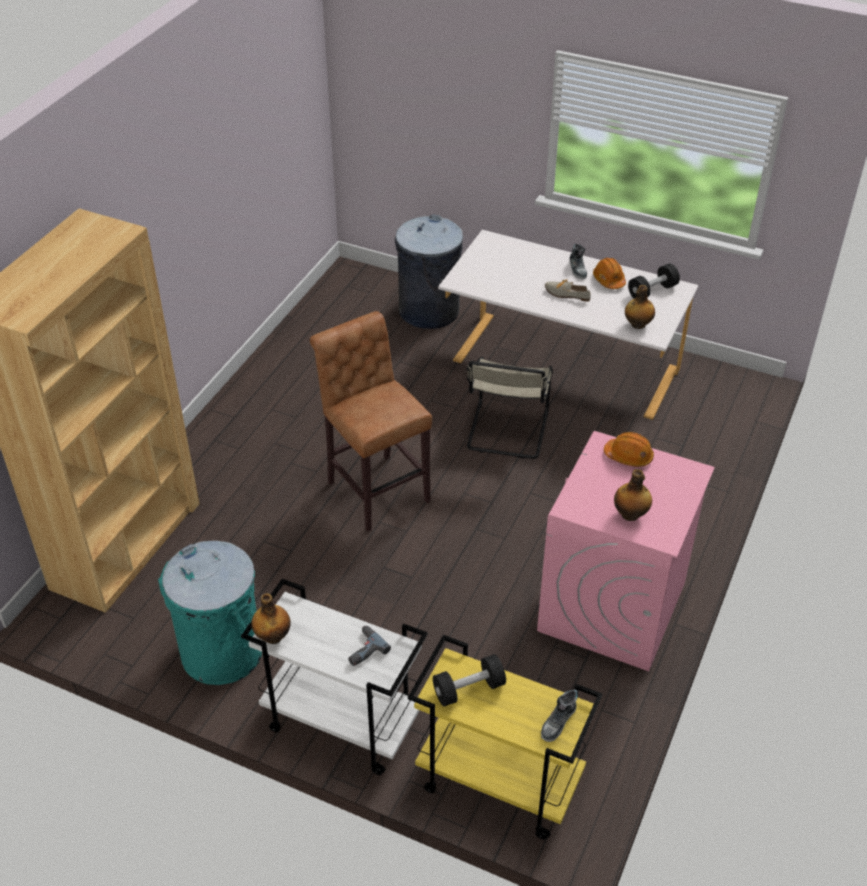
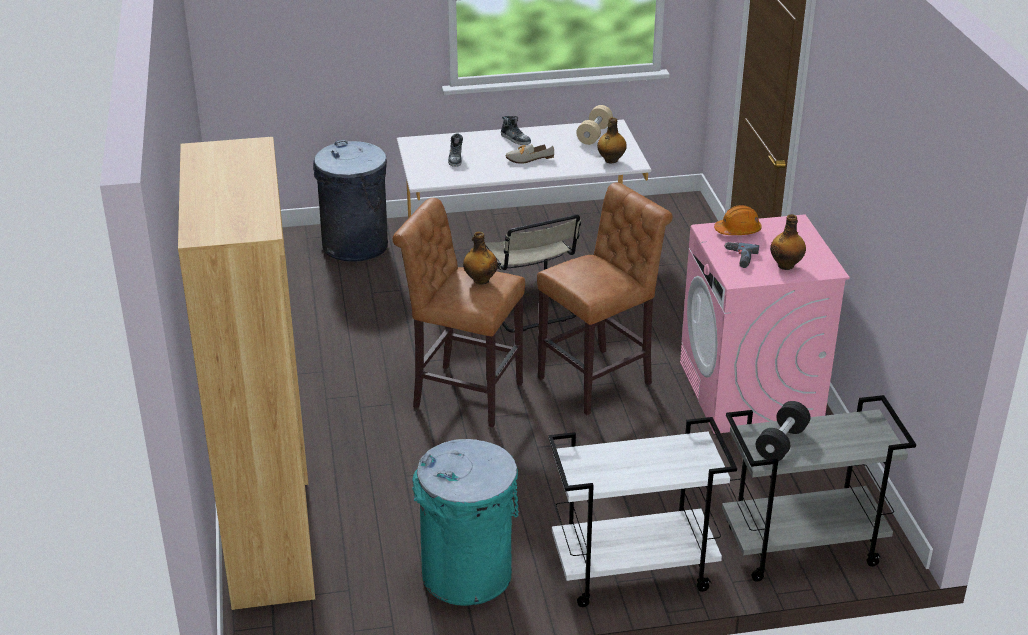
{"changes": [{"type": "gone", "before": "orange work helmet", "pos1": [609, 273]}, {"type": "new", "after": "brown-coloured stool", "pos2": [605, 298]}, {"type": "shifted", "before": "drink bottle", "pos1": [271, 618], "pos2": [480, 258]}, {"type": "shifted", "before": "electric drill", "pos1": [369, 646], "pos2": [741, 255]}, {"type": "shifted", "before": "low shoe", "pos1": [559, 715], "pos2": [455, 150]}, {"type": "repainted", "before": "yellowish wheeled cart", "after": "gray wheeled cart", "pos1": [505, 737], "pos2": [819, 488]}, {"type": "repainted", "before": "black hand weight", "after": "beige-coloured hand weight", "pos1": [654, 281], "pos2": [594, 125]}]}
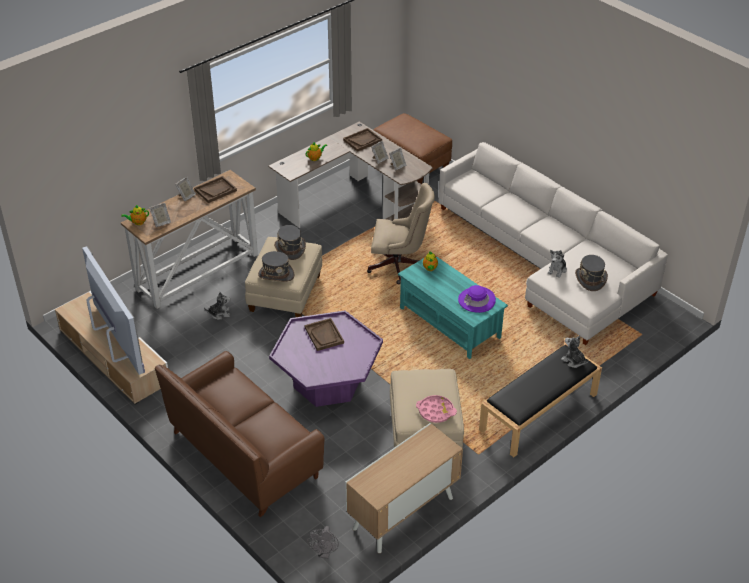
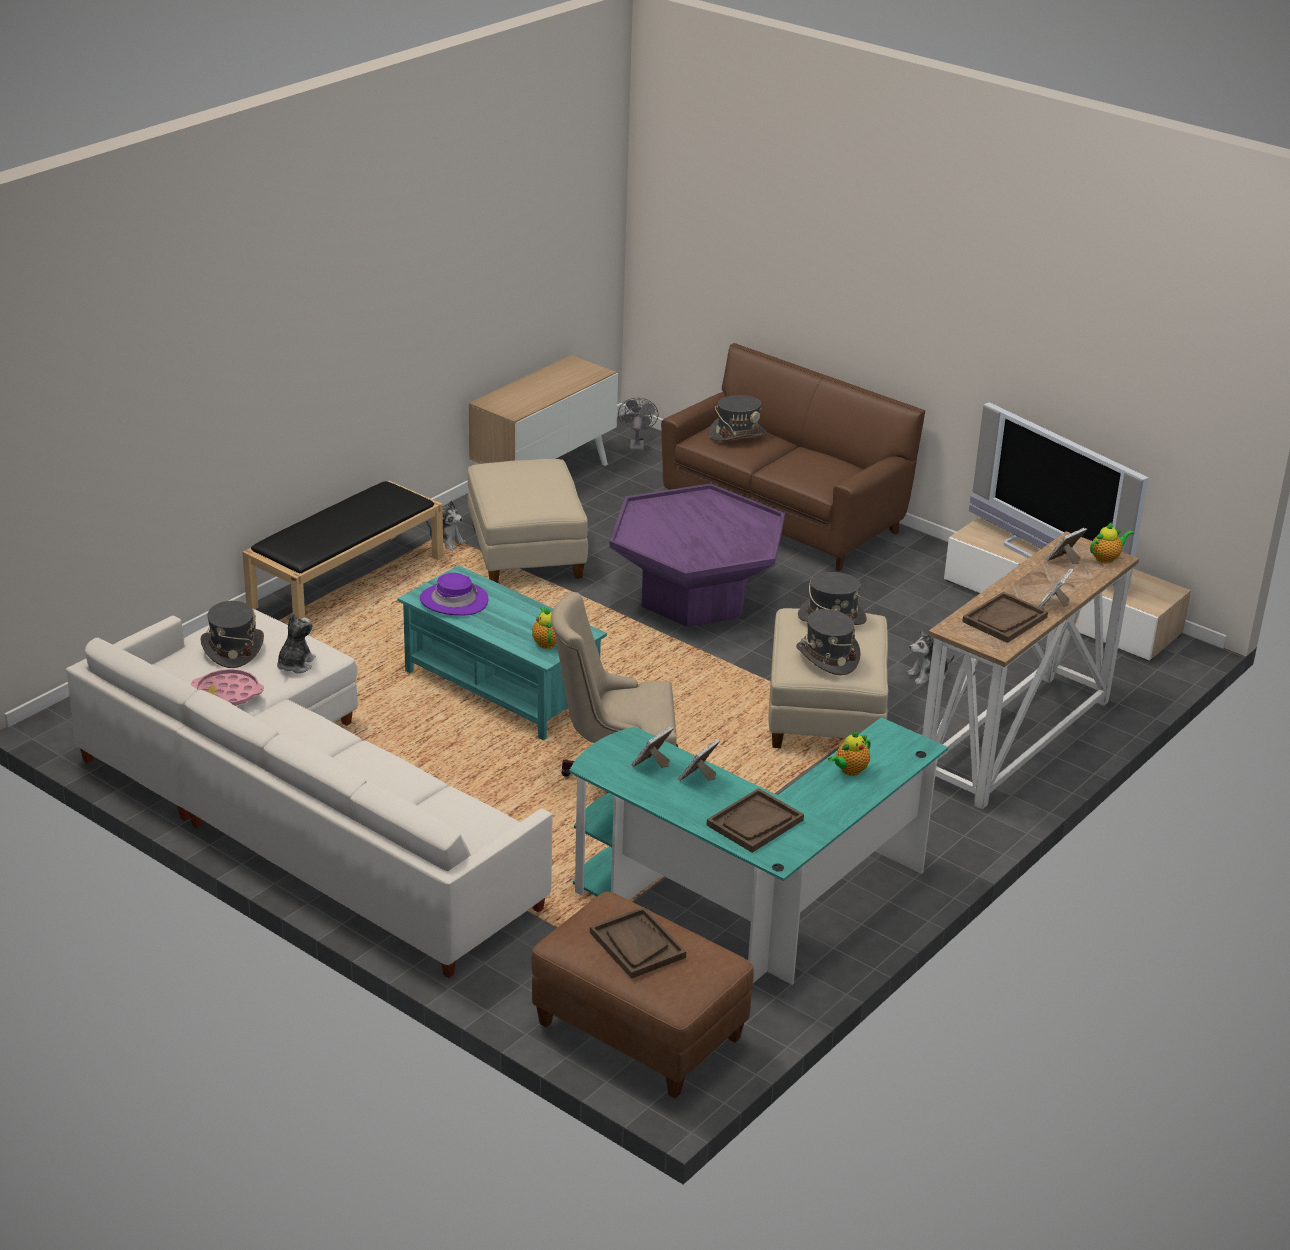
{"changes": [{"type": "new", "after": "gray wearable hat", "pos2": [737, 418]}, {"type": "shifted", "before": "brown-coloured tray", "pos1": [324, 334], "pos2": [638, 943]}, {"type": "shifted", "before": "pink-coloured tray", "pos1": [436, 409], "pos2": [227, 687]}, {"type": "shifted", "before": "cuddly toy", "pos1": [575, 351], "pos2": [446, 526]}, {"type": "repainted", "before": "brown-coloured desk", "after": "turquoise-coloured desk", "pos1": [351, 175], "pos2": [758, 851]}]}
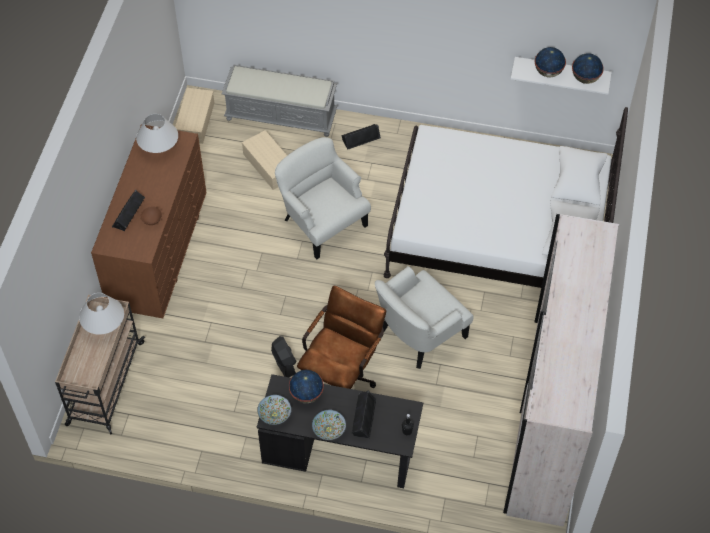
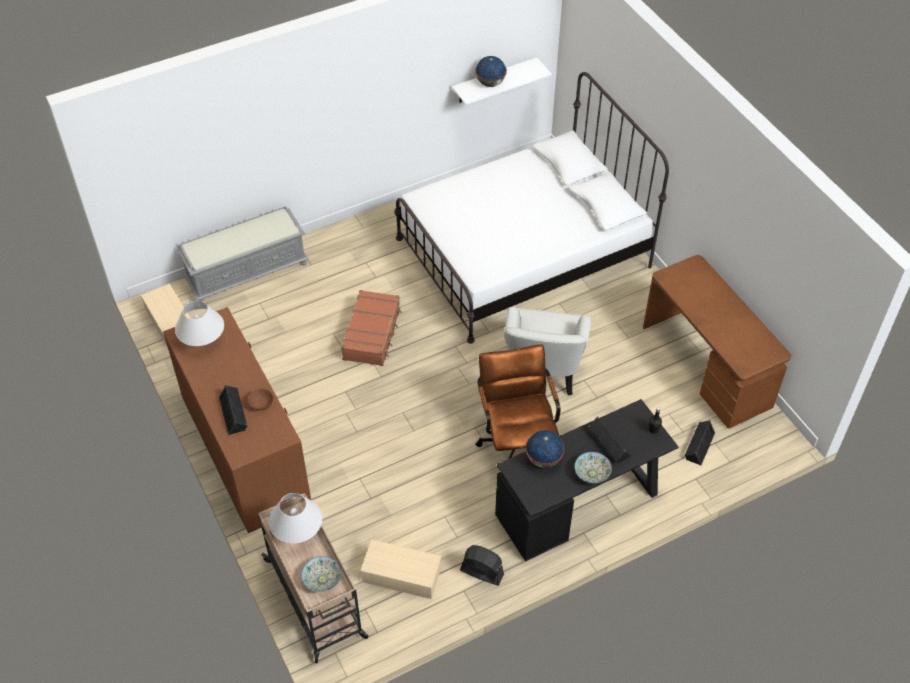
{"changes": [{"type": "gone", "before": "globe", "pos1": [588, 68]}, {"type": "shifted", "before": "beige-coloured storage box", "pos1": [264, 160], "pos2": [400, 569]}, {"type": "shifted", "before": "deep dish", "pos1": [274, 410], "pos2": [321, 574]}, {"type": "shifted", "before": "black fan", "pos1": [283, 356], "pos2": [482, 565]}, {"type": "shifted", "before": "black loudspeaker", "pos1": [361, 137], "pos2": [700, 443]}, {"type": "swapped", "before": "whitish armchair", "after": "brown-coloured piece of luggage", "pos1": [323, 198], "pos2": [371, 328]}, {"type": "swapped", "before": "whitish armoire", "after": "brown-coloured desk", "pos1": [561, 370], "pos2": [717, 342]}]}
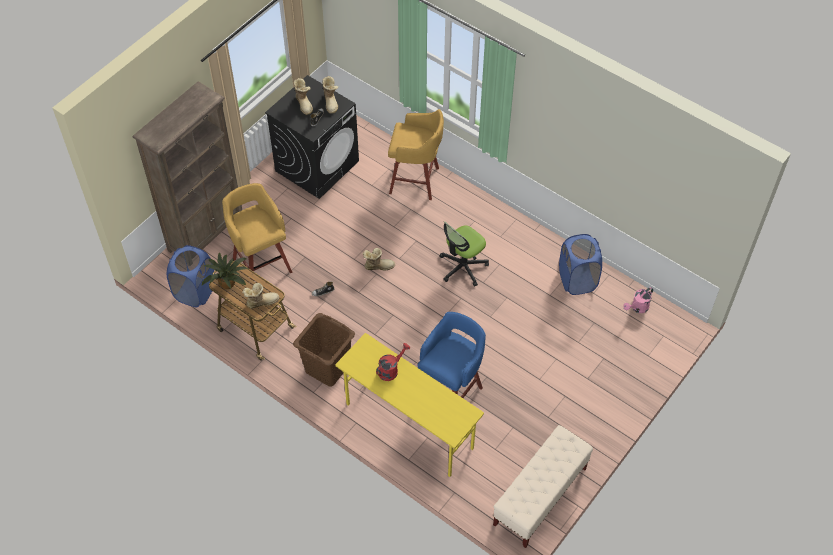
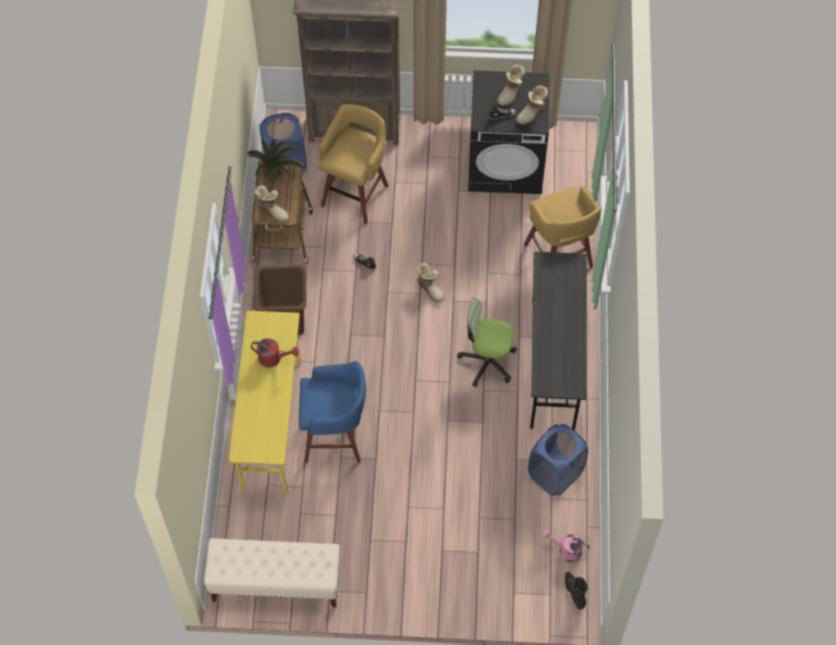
{"changes": [{"type": "new", "after": "gray desk", "pos2": [558, 341]}, {"type": "new", "after": "black boot", "pos2": [576, 590]}]}
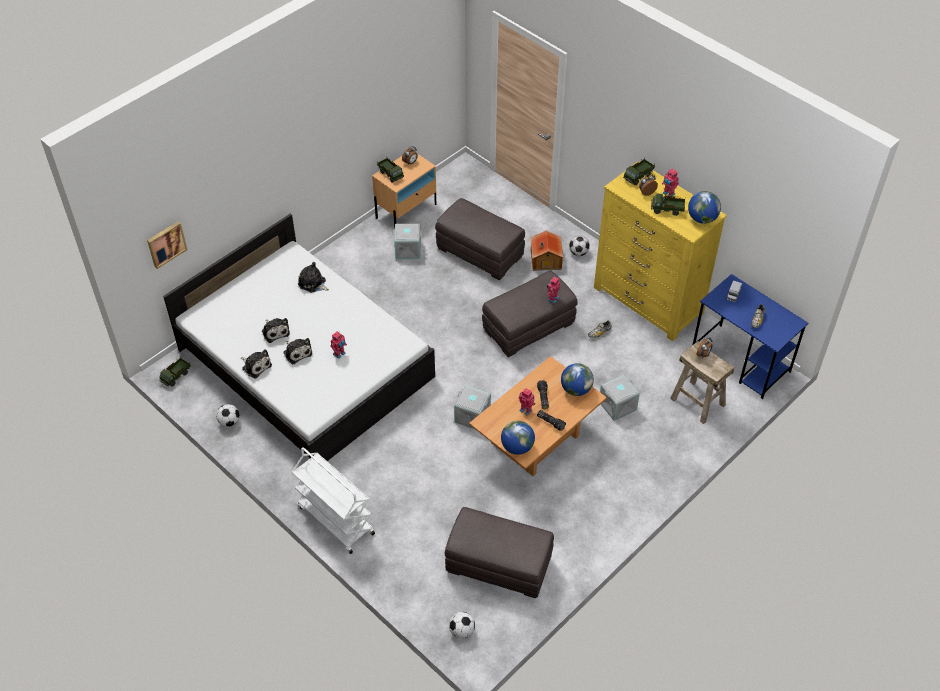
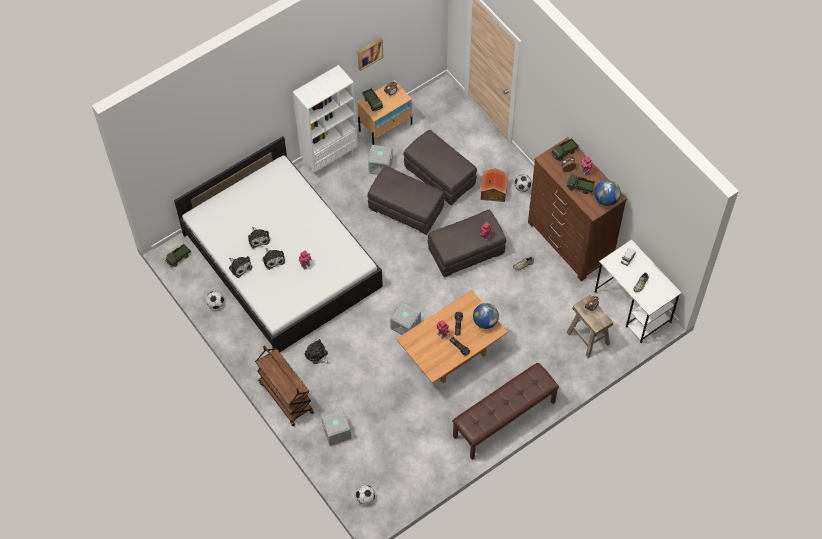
{"changes": [{"type": "gone", "before": "globe", "pos1": [518, 438]}, {"type": "new", "after": "whitish bookcase", "pos2": [325, 120]}, {"type": "new", "after": "brown-coloured long seat", "pos2": [505, 411]}, {"type": "shifted", "before": "picture", "pos1": [167, 245], "pos2": [370, 54]}, {"type": "shifted", "before": "cuddly toy", "pos1": [313, 277], "pos2": [317, 351]}, {"type": "shifted", "before": "gray footrest", "pos1": [499, 552], "pos2": [405, 200]}, {"type": "shifted", "before": "gray storage box", "pos1": [620, 398], "pos2": [336, 428]}, {"type": "repainted", "before": "whitish wheeled cart", "after": "brown-coloured wheeled cart", "pos1": [333, 500], "pos2": [284, 386]}, {"type": "repainted", "before": "yellowish chest of drawers", "after": "brown-coloured chest of drawers", "pos1": [660, 252], "pos2": [577, 209]}, {"type": "repainted", "before": "blue-coloured desk", "after": "whitish desk", "pos1": [750, 336], "pos2": [638, 291]}]}
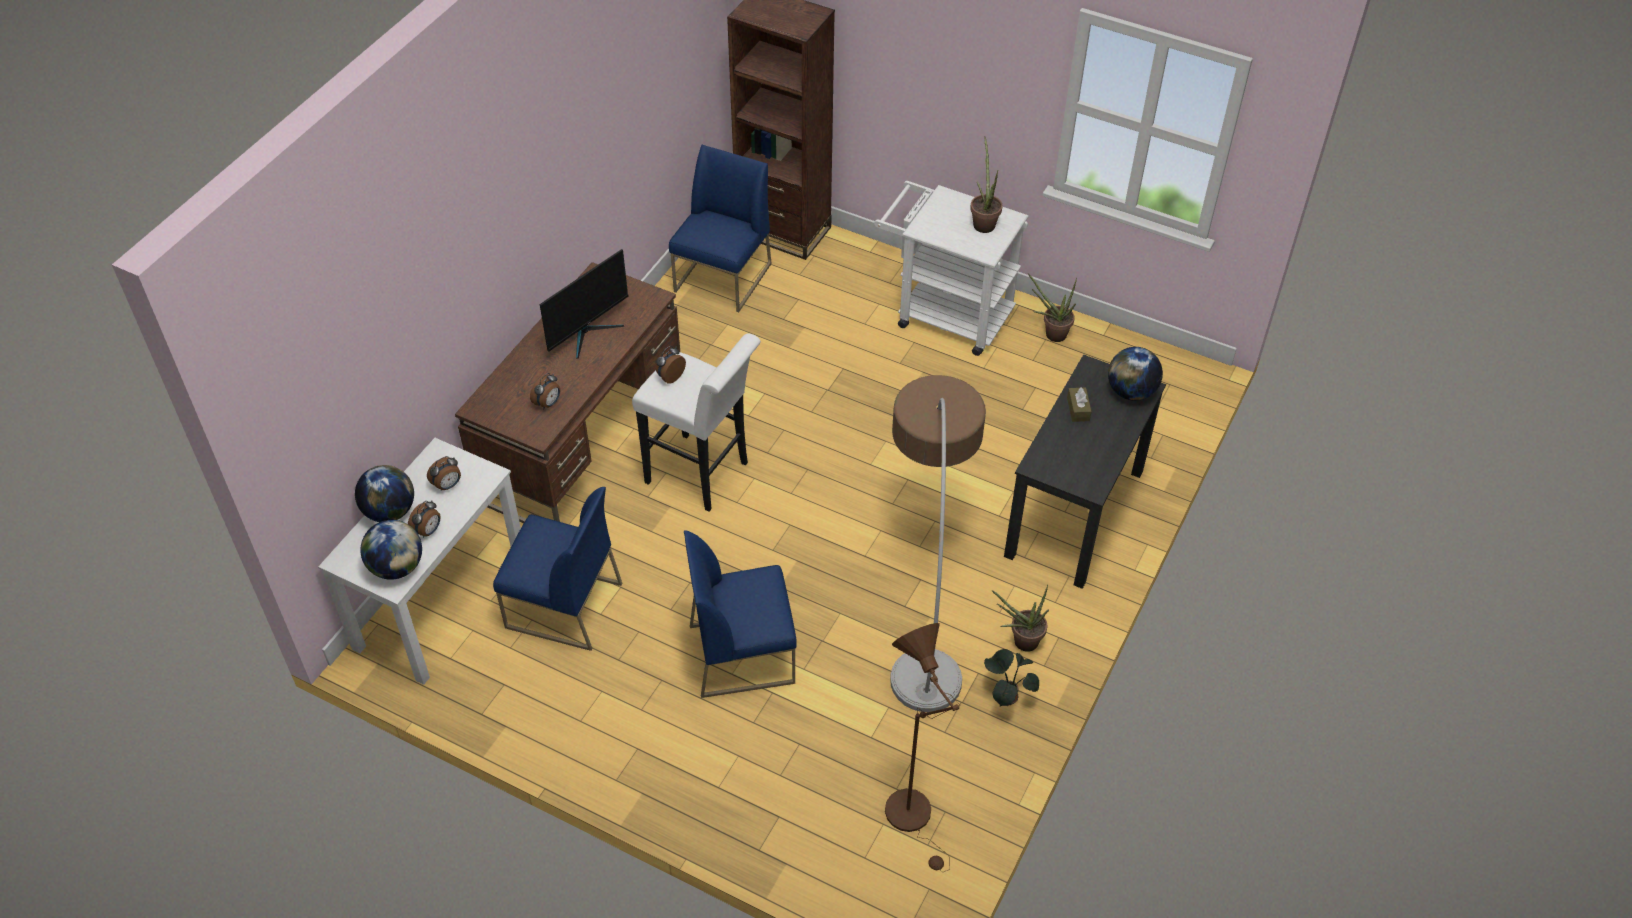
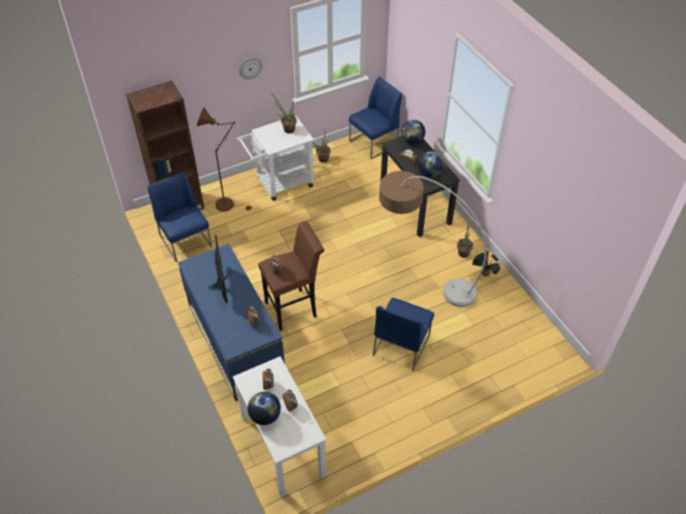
{"changes": [{"type": "new", "after": "clock on the wall", "pos2": [251, 68]}, {"type": "shifted", "before": "globe", "pos1": [391, 550], "pos2": [431, 164]}, {"type": "shifted", "before": "blue-coloured upright chair", "pos1": [557, 569], "pos2": [375, 118]}, {"type": "shifted", "before": "brown-coloured floor lamp", "pos1": [922, 747], "pos2": [225, 159]}, {"type": "repainted", "before": "brown-coloured desk", "after": "blue-coloured desk", "pos1": [567, 392], "pos2": [231, 322]}, {"type": "repainted", "before": "whitish stool", "after": "brown-coloured stool", "pos1": [696, 422], "pos2": [291, 276]}]}
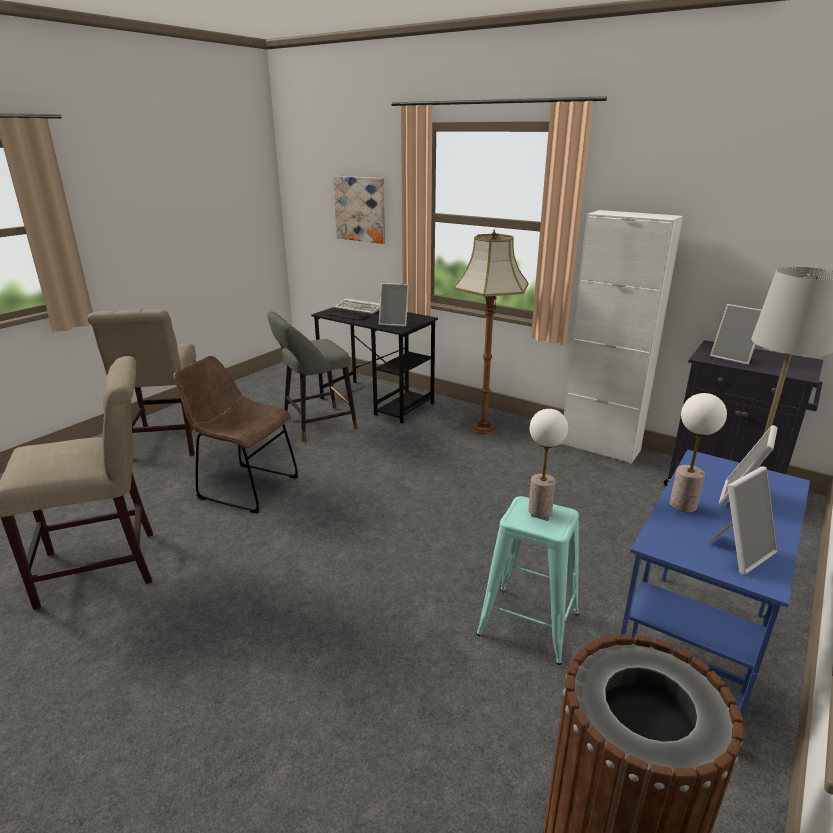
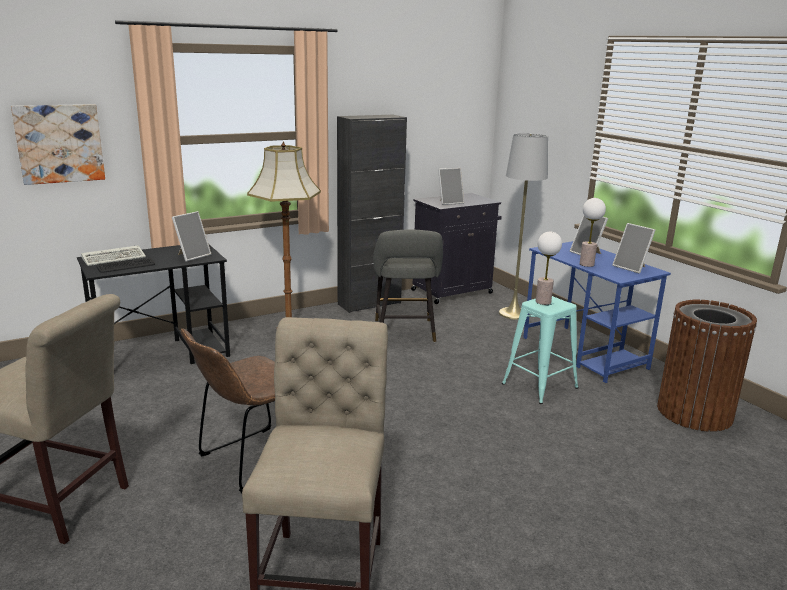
{"changes": [{"type": "shifted", "before": "gray stool", "pos1": [312, 376], "pos2": [408, 286]}, {"type": "repainted", "before": "whitish cupboard", "after": "black cupboard", "pos1": [622, 337], "pos2": [372, 213]}, {"type": "rotated", "before": "photo frame", "pos1": [741, 520], "pos2": [633, 248], "turn": 150}]}
